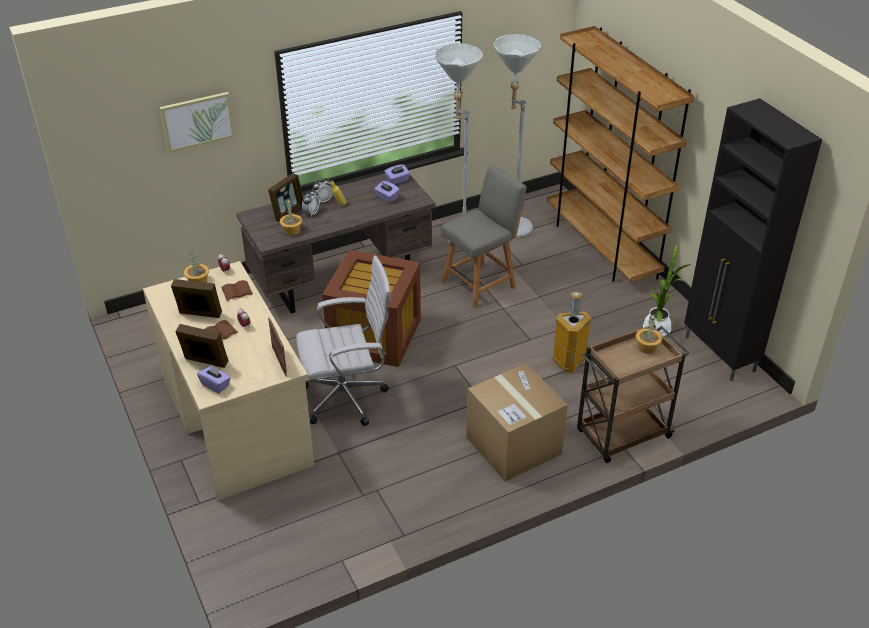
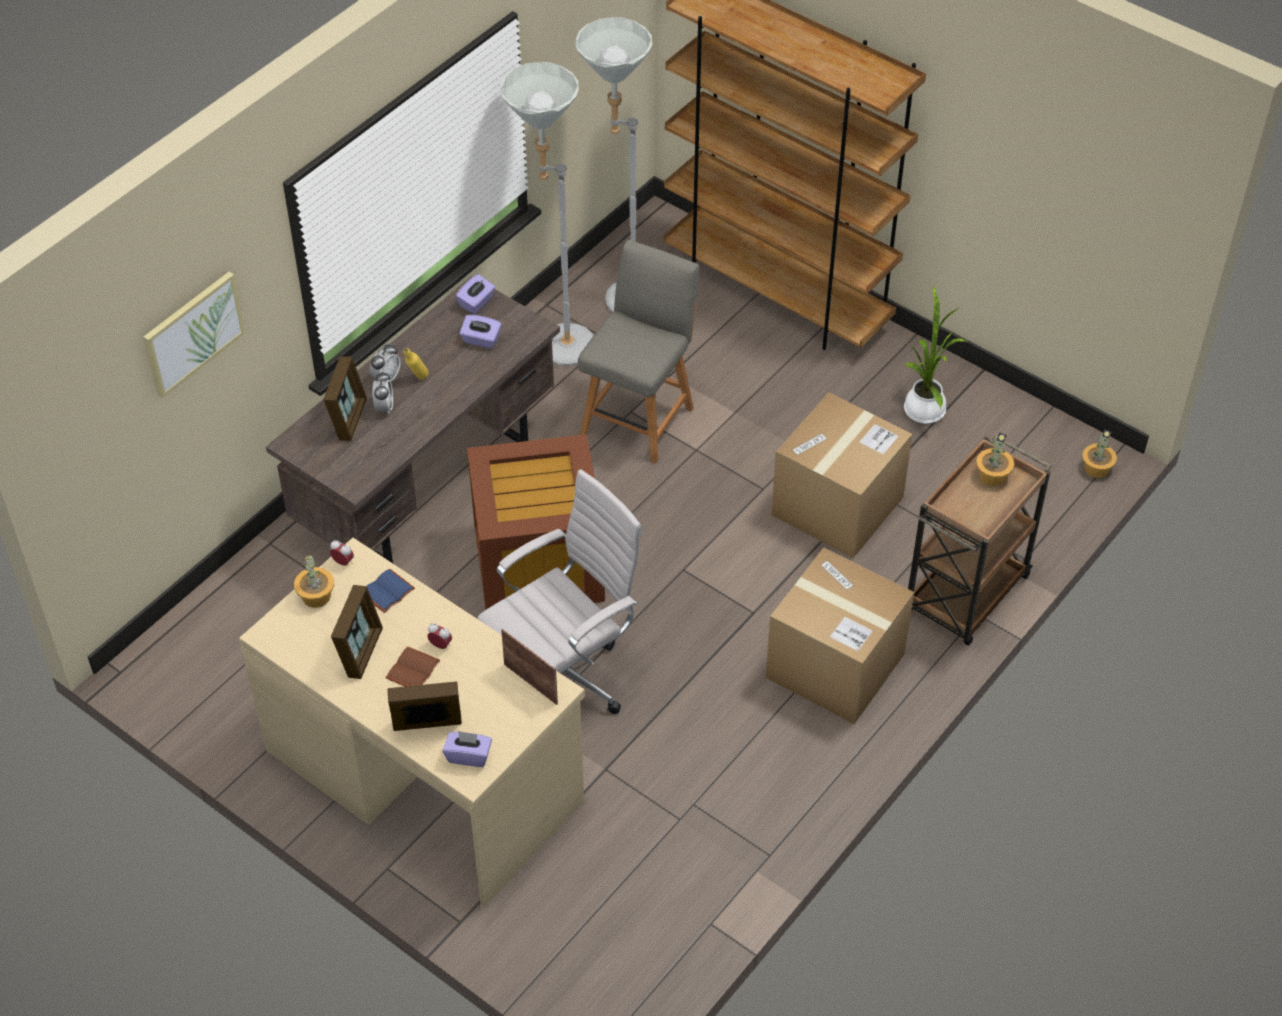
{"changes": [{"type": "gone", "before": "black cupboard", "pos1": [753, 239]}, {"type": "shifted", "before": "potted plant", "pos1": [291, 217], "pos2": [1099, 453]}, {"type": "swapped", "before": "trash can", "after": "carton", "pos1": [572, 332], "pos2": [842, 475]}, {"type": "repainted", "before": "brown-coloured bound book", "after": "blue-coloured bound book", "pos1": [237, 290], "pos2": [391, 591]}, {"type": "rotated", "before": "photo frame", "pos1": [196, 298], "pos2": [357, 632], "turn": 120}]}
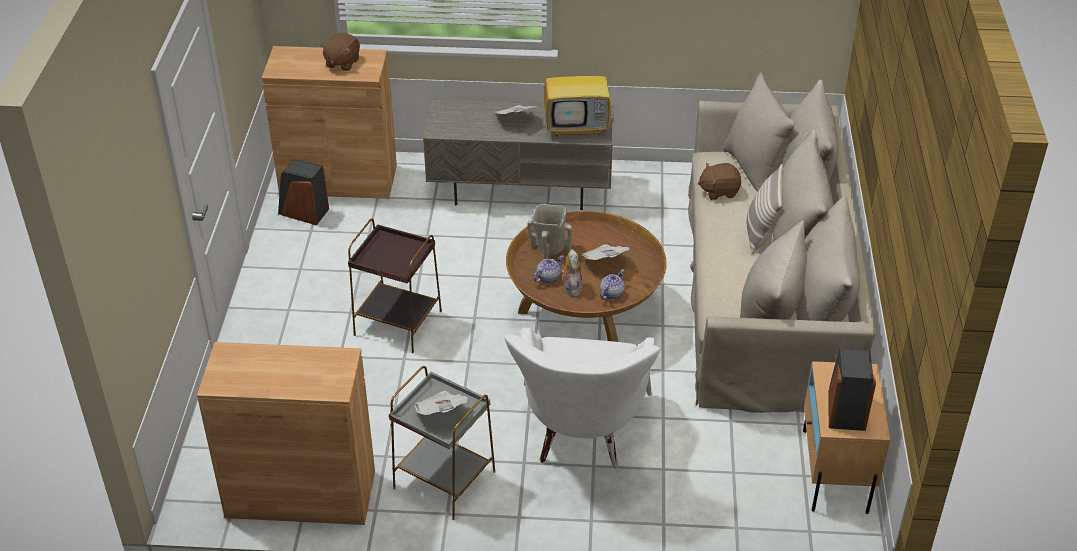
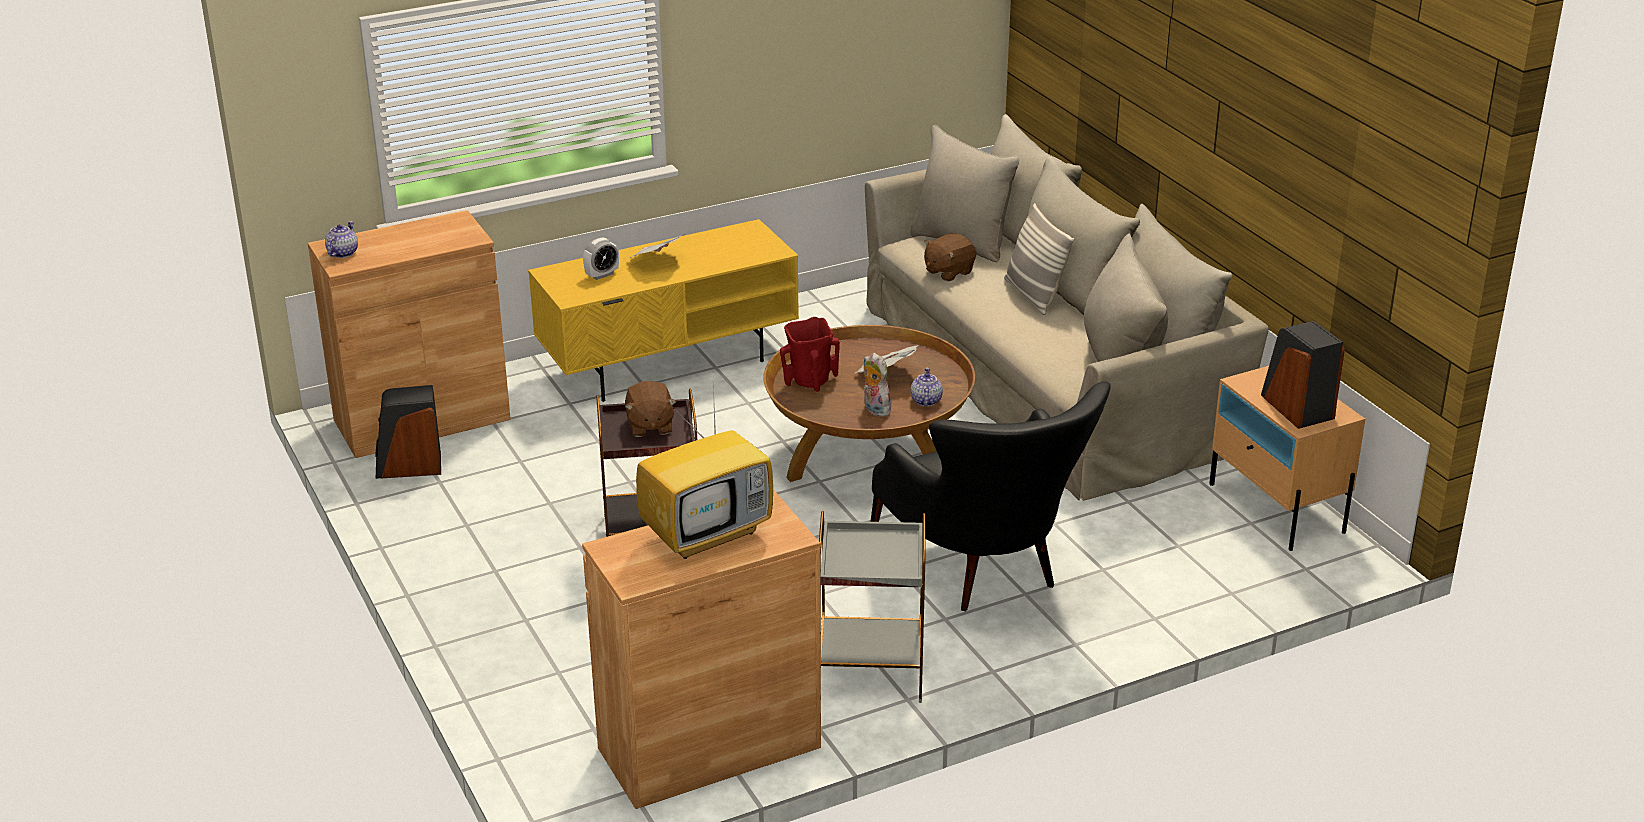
{"changes": [{"type": "gone", "before": "daily paper", "pos1": [441, 403]}, {"type": "new", "after": "bedside clock", "pos2": [601, 259]}, {"type": "shifted", "before": "brown-coloured cuddly toy", "pos1": [340, 52], "pos2": [650, 409]}, {"type": "shifted", "before": "pot for tea", "pos1": [549, 269], "pos2": [341, 239]}, {"type": "shifted", "before": "television", "pos1": [577, 94], "pos2": [704, 471]}, {"type": "repainted", "before": "gray tv stand", "after": "yellowish tv stand", "pos1": [518, 154], "pos2": [663, 310]}, {"type": "repainted", "before": "whitish armchair", "after": "black armchair", "pos1": [582, 398], "pos2": [990, 496]}, {"type": "repainted", "before": "beige-coloured decorative vase", "after": "red-coloured decorative vase", "pos1": [549, 231], "pos2": [810, 354]}]}
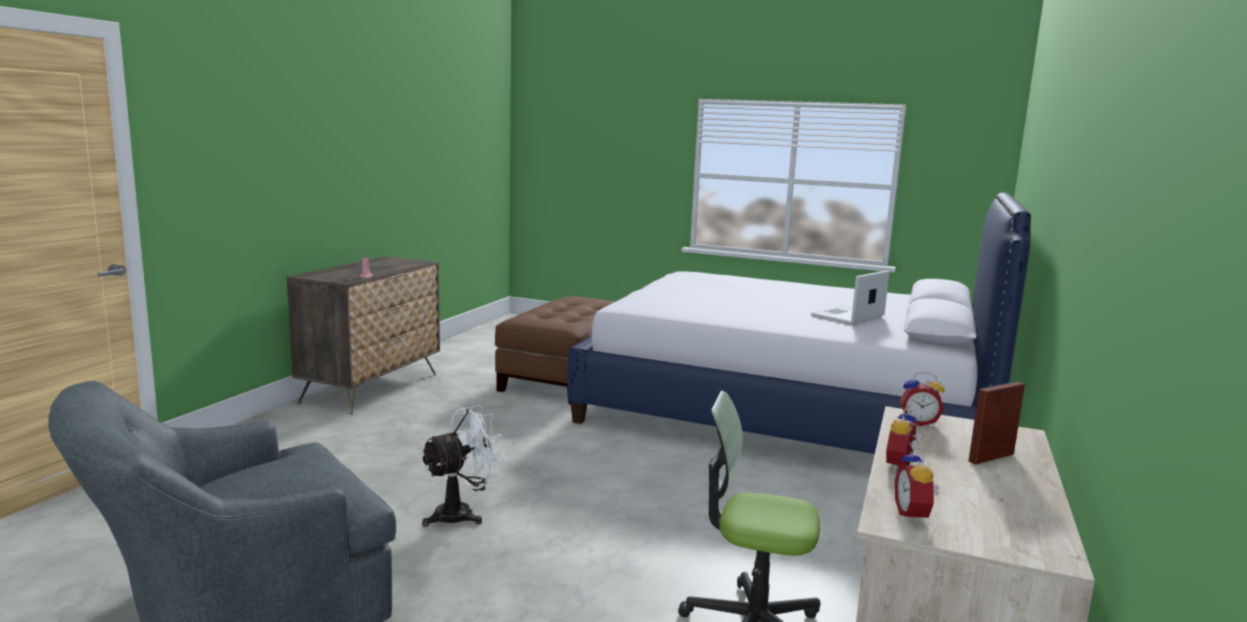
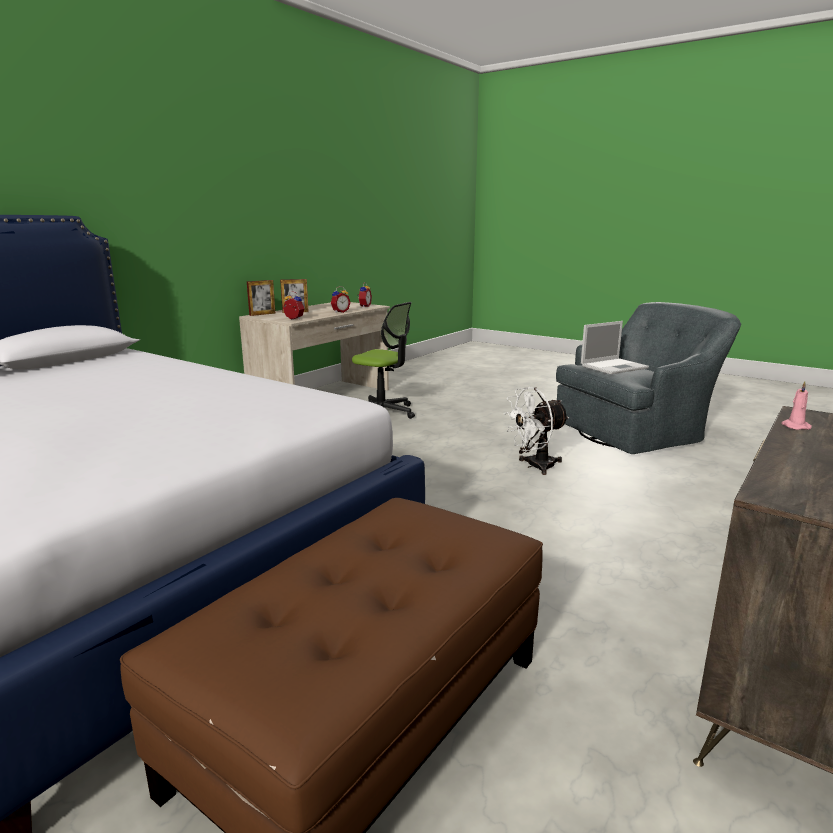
{"changes": [{"type": "new", "after": "photo frame", "pos2": [261, 298]}, {"type": "shifted", "before": "portable computer", "pos1": [850, 297], "pos2": [615, 347]}]}
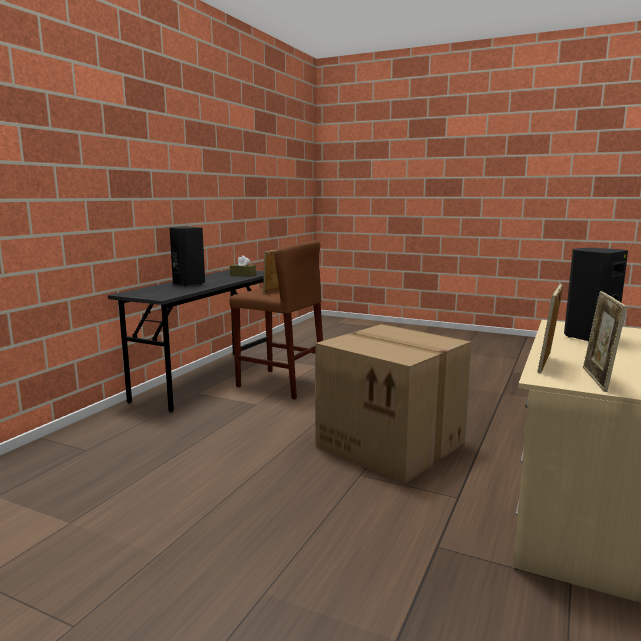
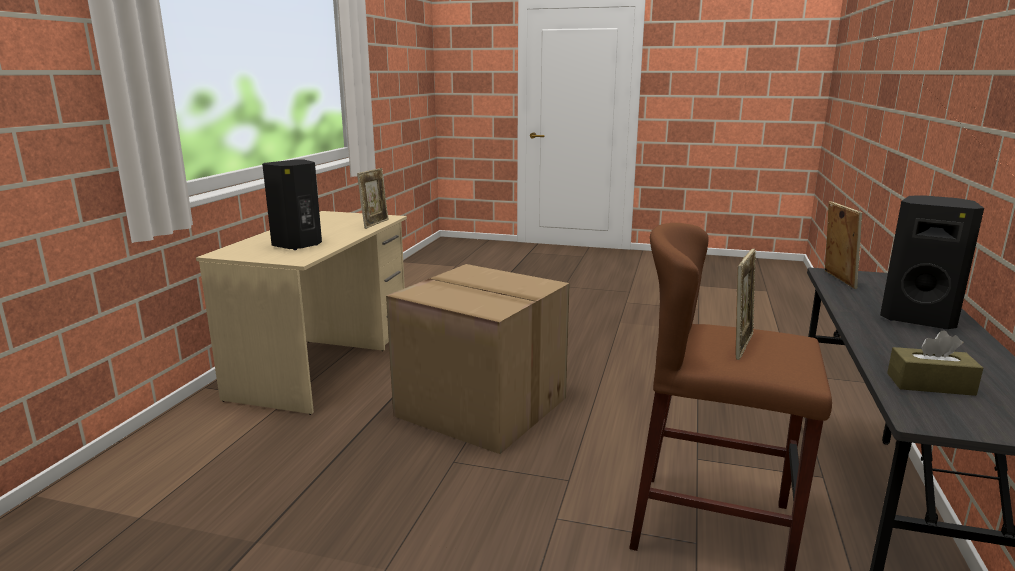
{"changes": [{"type": "shifted", "before": "photo frame", "pos1": [605, 341], "pos2": [843, 245]}]}
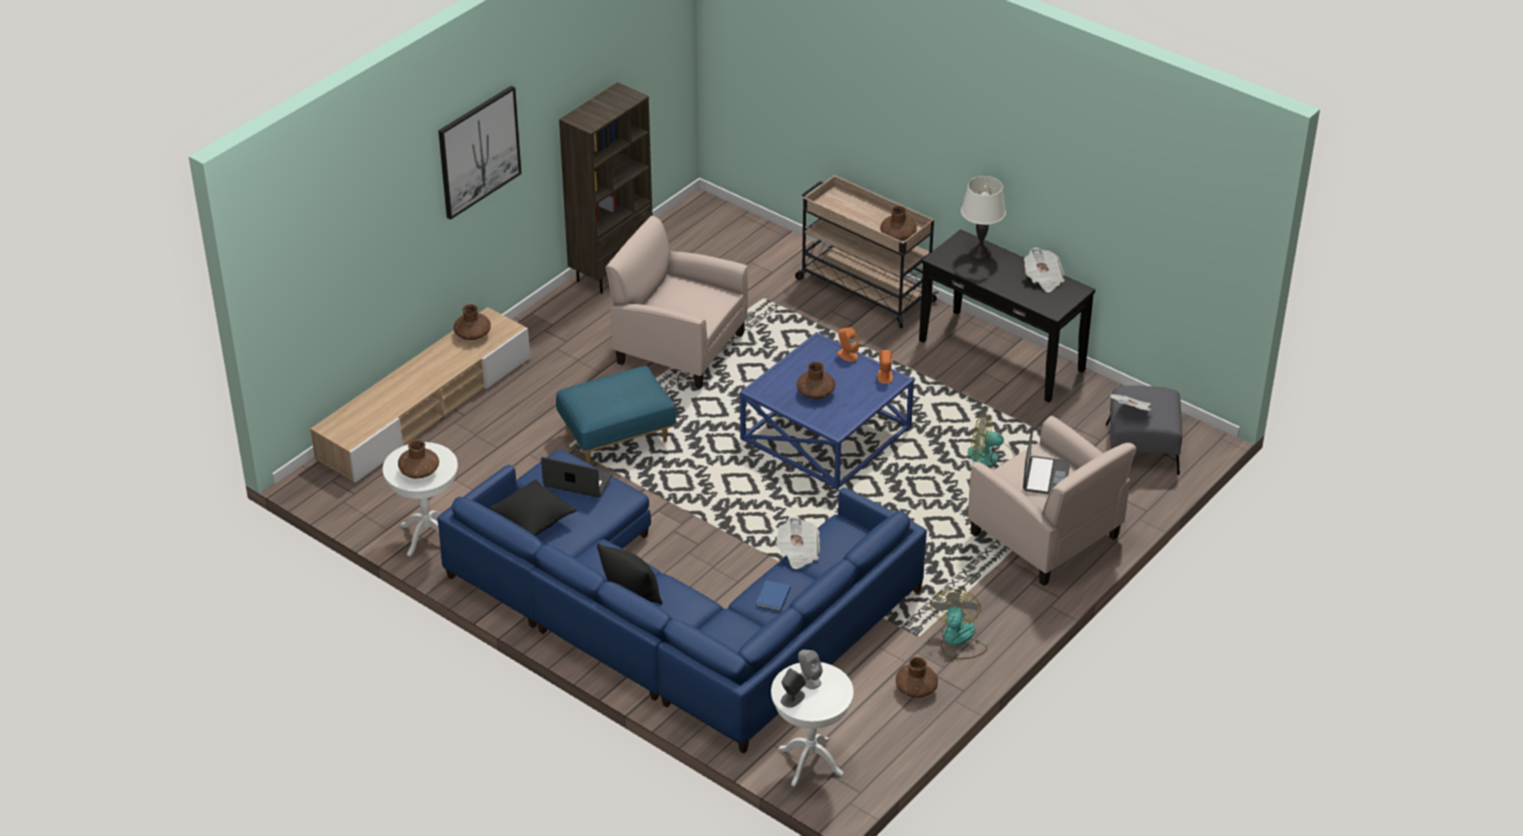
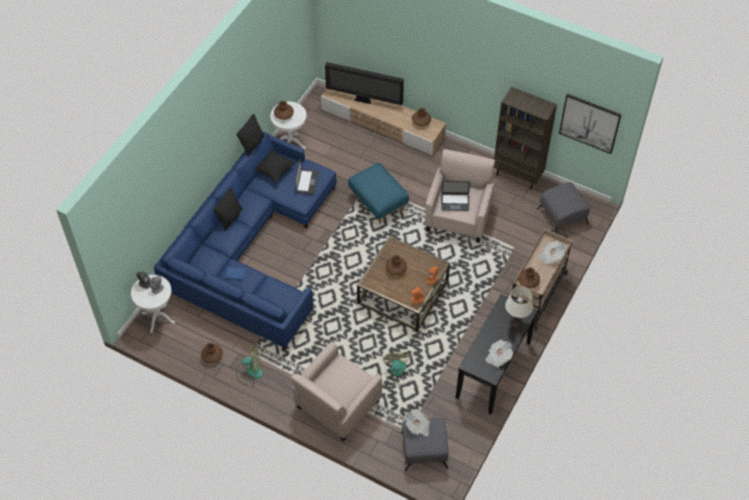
{"changes": [{"type": "new", "after": "black cushion", "pos2": [250, 135]}, {"type": "new", "after": "television", "pos2": [364, 83]}, {"type": "new", "after": "gray footrest", "pos2": [563, 208]}, {"type": "shifted", "before": "picture", "pos1": [479, 152], "pos2": [590, 124]}, {"type": "shifted", "before": "daily paper", "pos1": [798, 543], "pos2": [552, 253]}, {"type": "shifted", "before": "portable computer", "pos1": [1047, 460], "pos2": [455, 196]}, {"type": "repainted", "before": "blue-coloured lounge table", "after": "brown-coloured lounge table", "pos1": [827, 410], "pos2": [403, 283]}]}
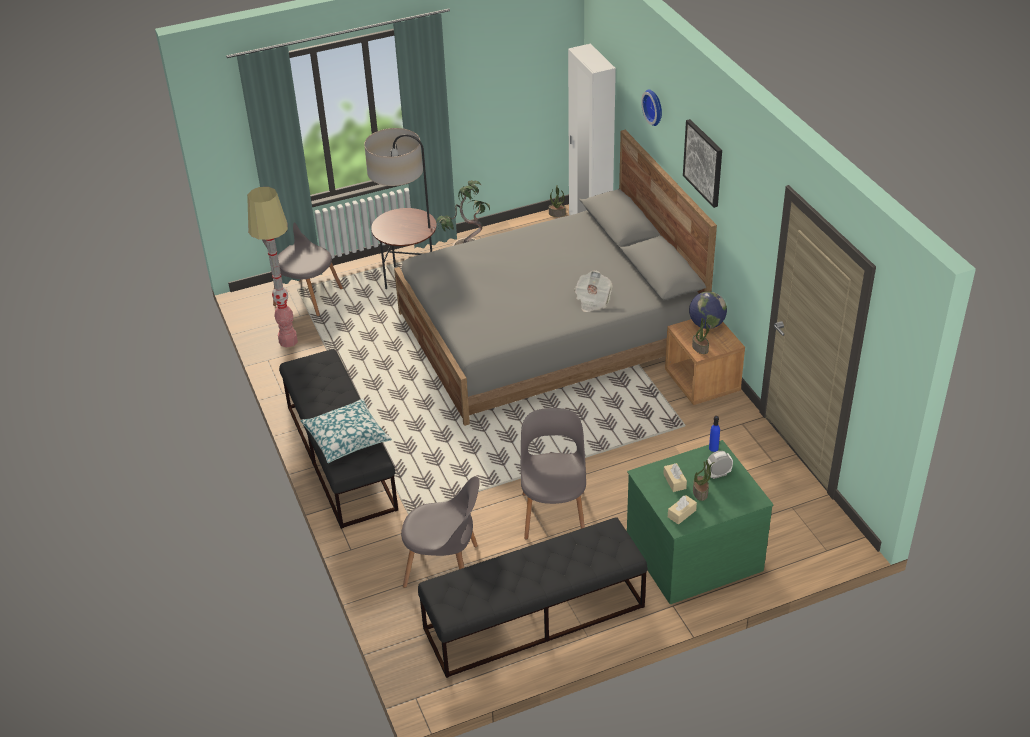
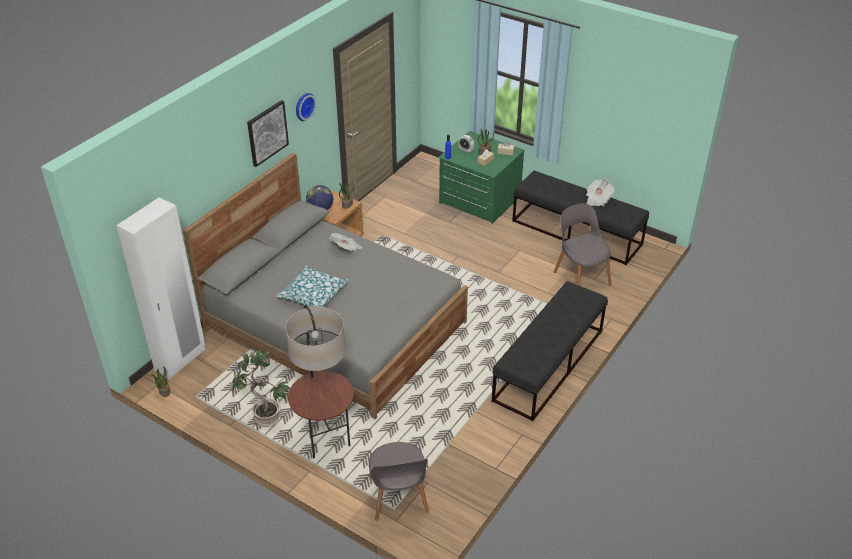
{"changes": [{"type": "gone", "before": "floor lamp", "pos1": [272, 267]}, {"type": "gone", "before": "gray upright chair", "pos1": [553, 473]}, {"type": "new", "after": "daily paper", "pos2": [600, 192]}, {"type": "shifted", "before": "cushion", "pos1": [346, 431], "pos2": [312, 286]}, {"type": "shifted", "before": "clock on the wall", "pos1": [651, 107], "pos2": [306, 107]}]}
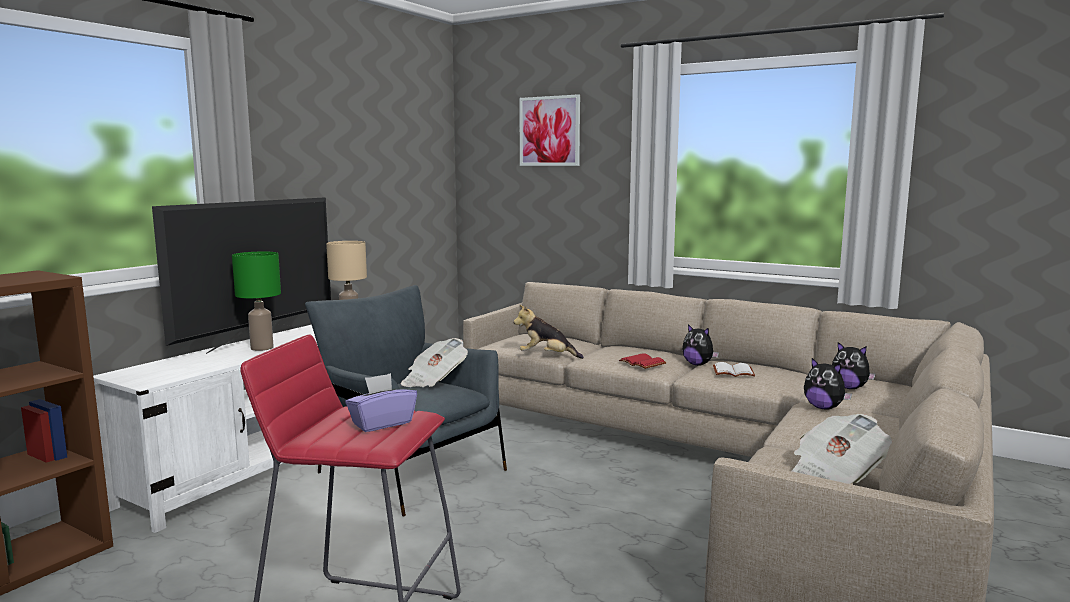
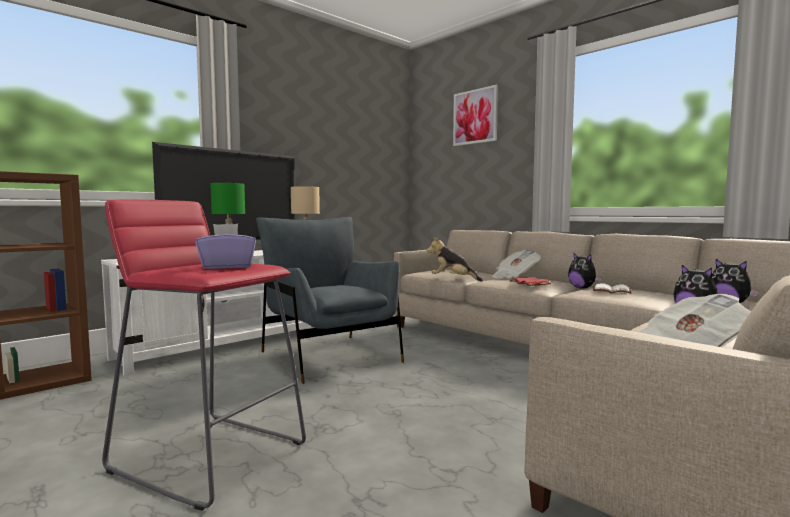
{"changes": [{"type": "shifted", "before": "daily paper", "pos1": [434, 362], "pos2": [516, 264]}]}
